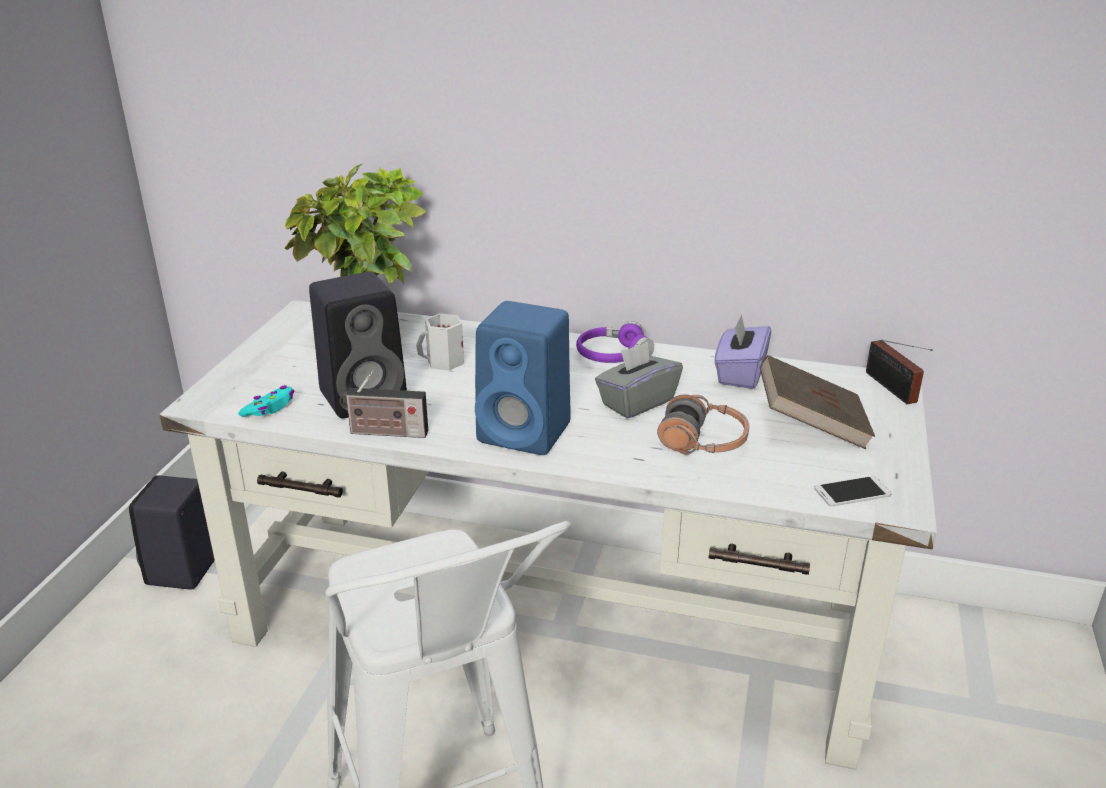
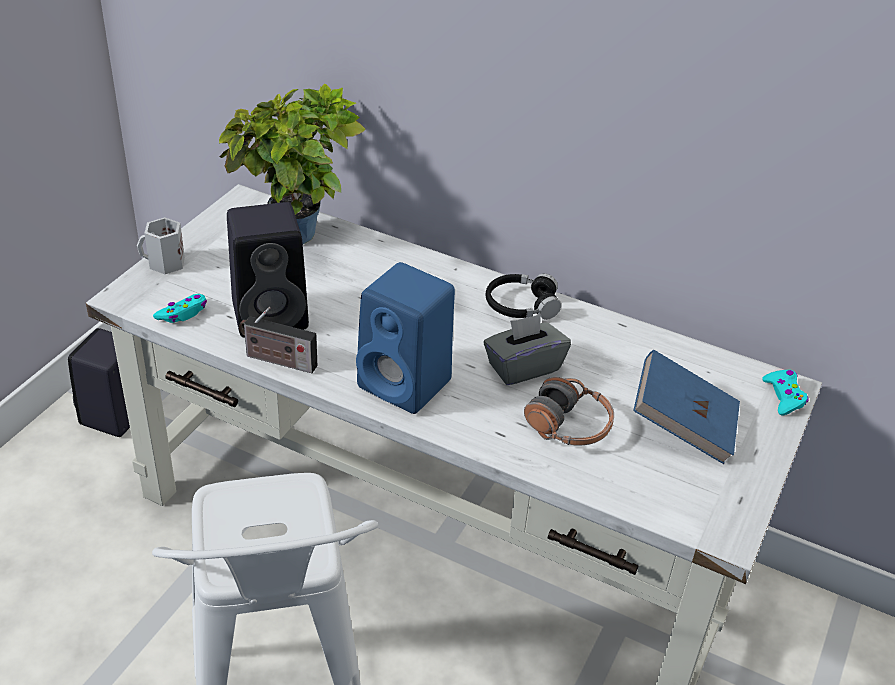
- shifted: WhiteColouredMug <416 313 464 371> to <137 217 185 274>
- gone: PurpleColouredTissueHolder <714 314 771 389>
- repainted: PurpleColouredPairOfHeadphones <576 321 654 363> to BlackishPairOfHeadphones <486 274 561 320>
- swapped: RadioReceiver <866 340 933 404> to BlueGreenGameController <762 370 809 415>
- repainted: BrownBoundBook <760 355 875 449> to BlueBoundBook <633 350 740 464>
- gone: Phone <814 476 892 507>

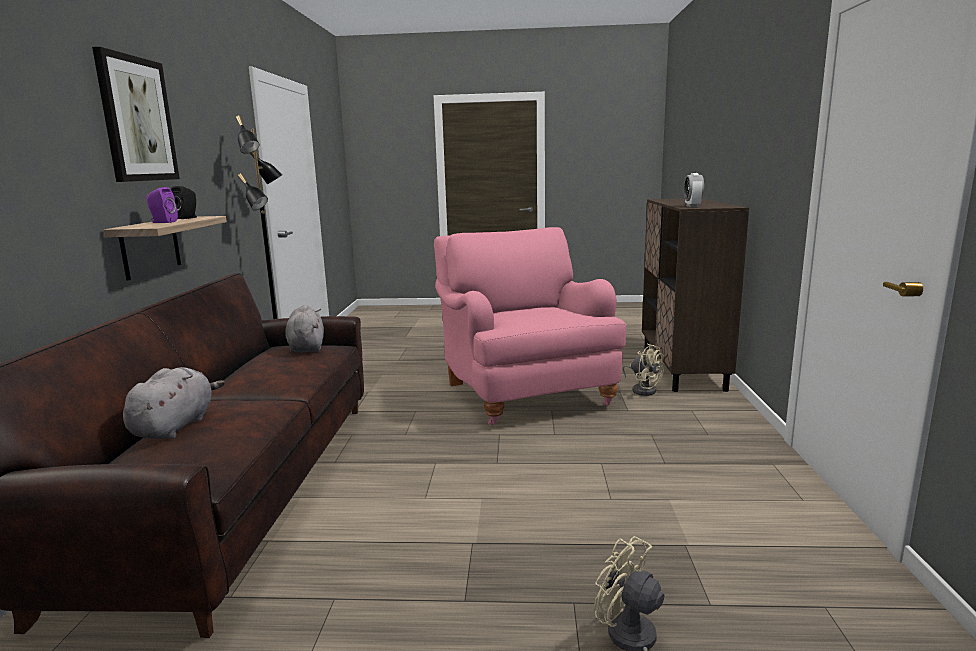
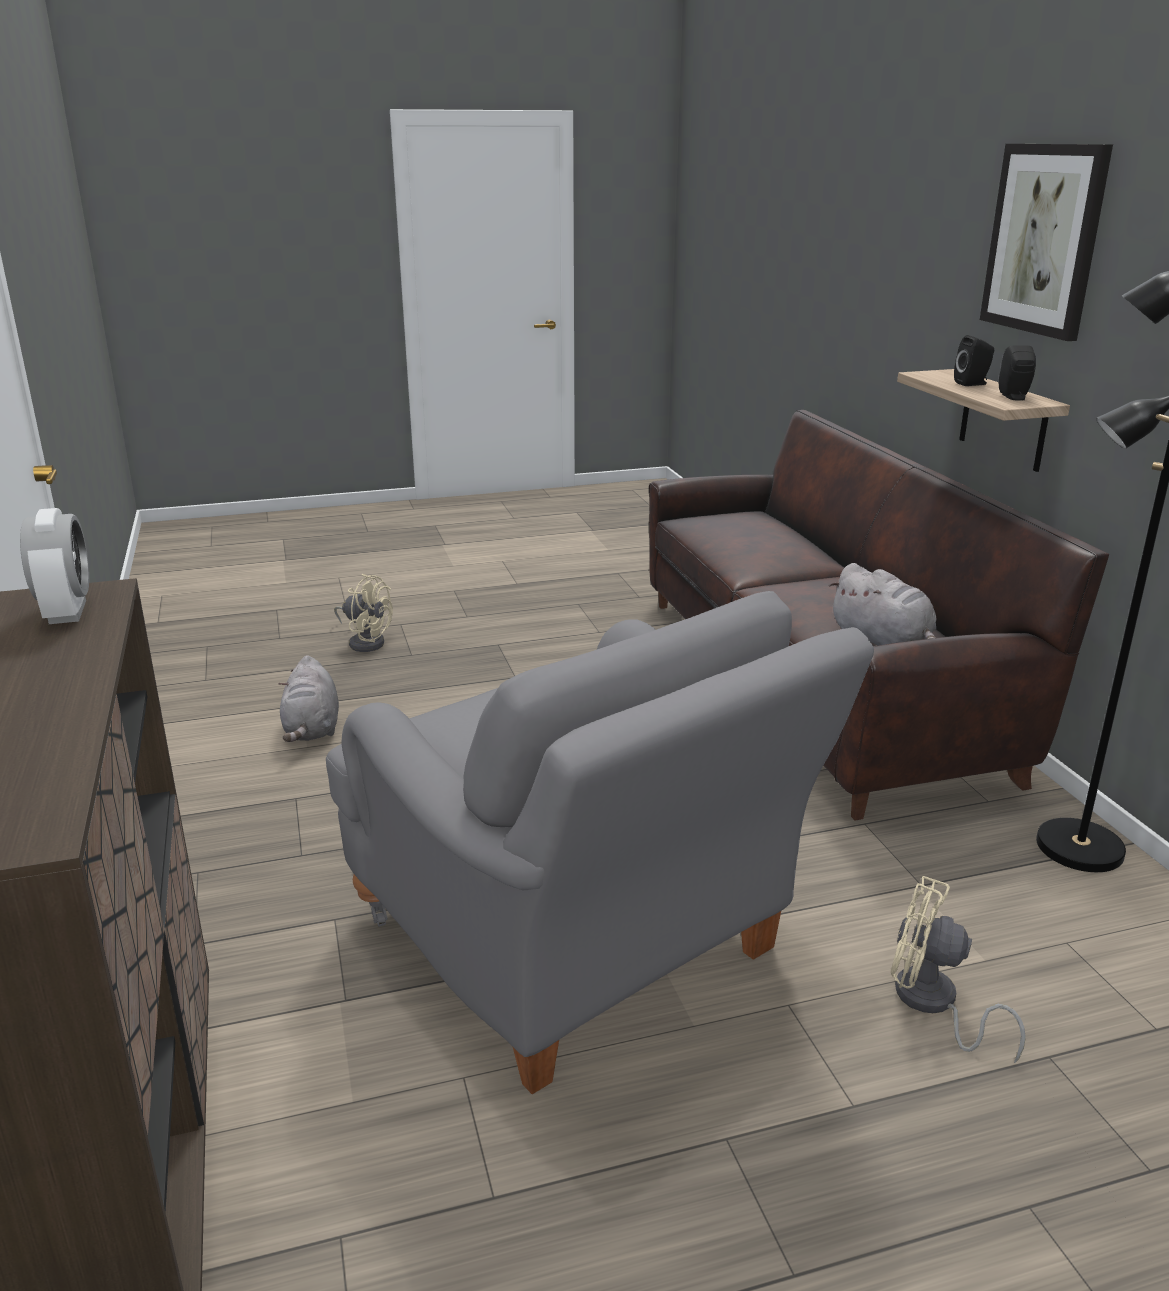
- repainted: PurpleColouredAudioSpeaker <146 187 178 223> to BlackishAudioSpeaker <954 335 994 386>
- repainted: PinkColouredLoungeChair <434 227 626 425> to GrayLoungeChair <326 591 874 1094>
- shifted: SandColouredFan <623 343 664 396> to <891 876 1026 1064>
- shifted: GrayPlushToy <123 367 225 439> to <278 655 339 742>

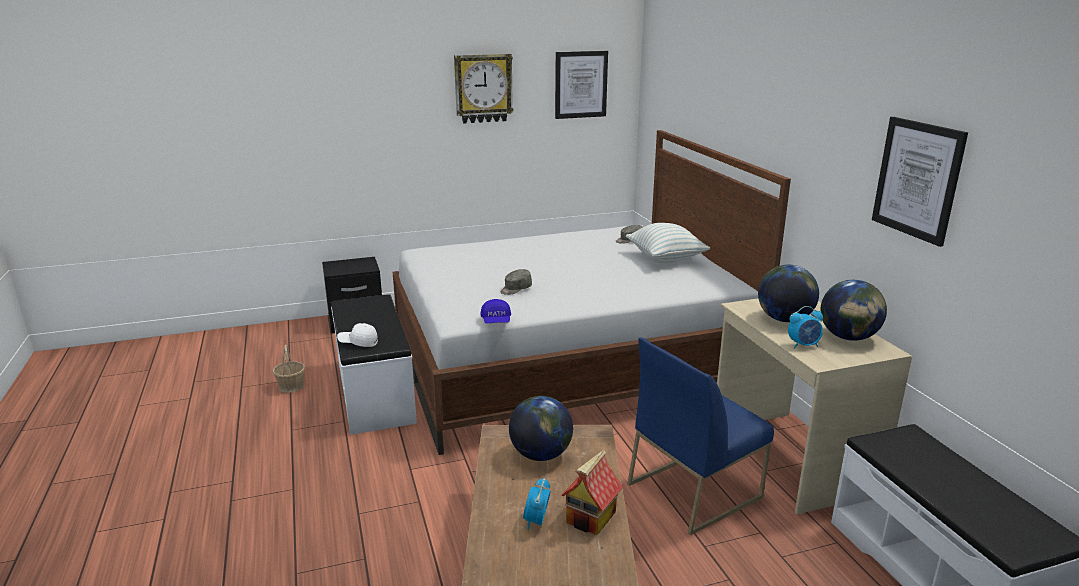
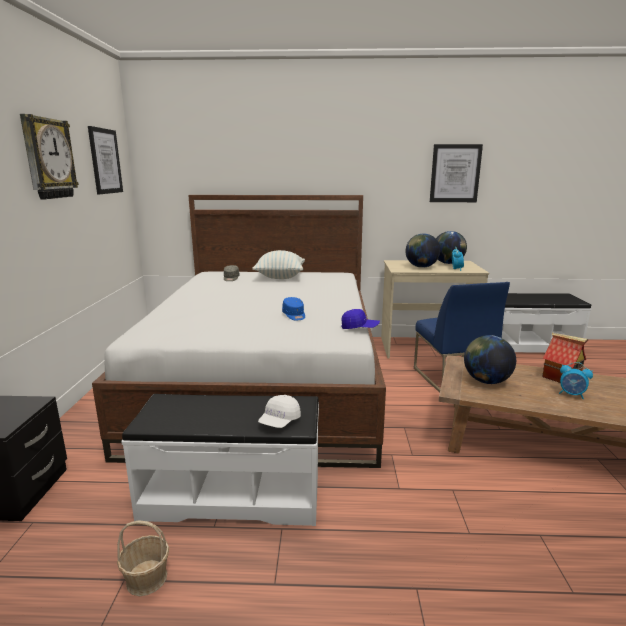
- repainted: GrayBaseballCap <500 269 532 295> to BlueBaseballCap <282 297 305 320>

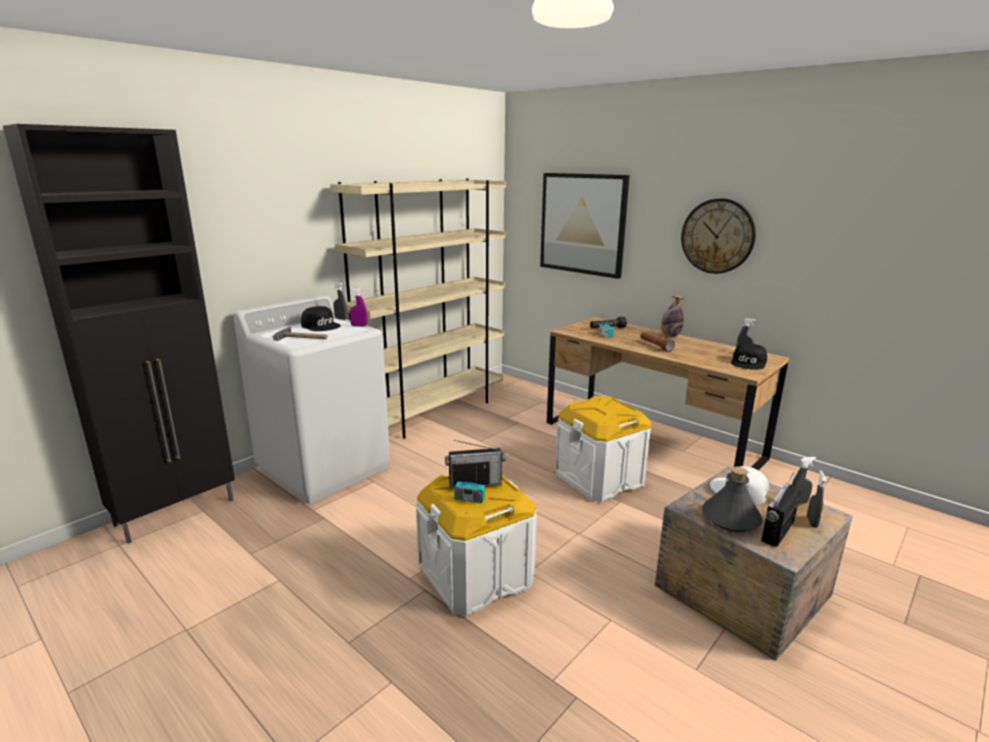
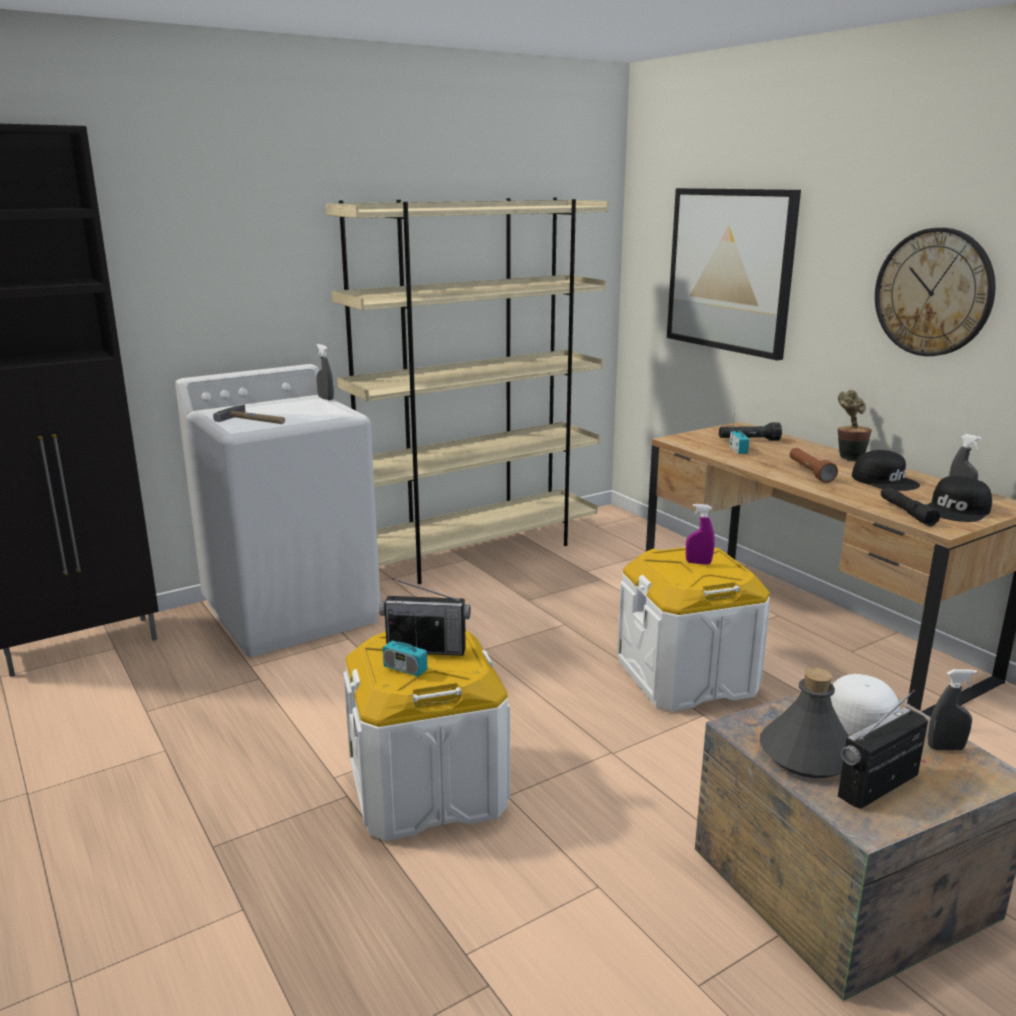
- shifted: PurpleColouredHandSprayer <349 288 367 327> to <686 504 715 565>
- swapped: DrinkBottle <661 295 684 337> to PlantInAPot <838 390 872 462>
- shifted: BlackishBaseballCap <301 306 341 331> to <852 450 920 491>
- gone: GrayHandSprayer <807 470 826 528>
- new: BlackishTorch <881 487 940 526>

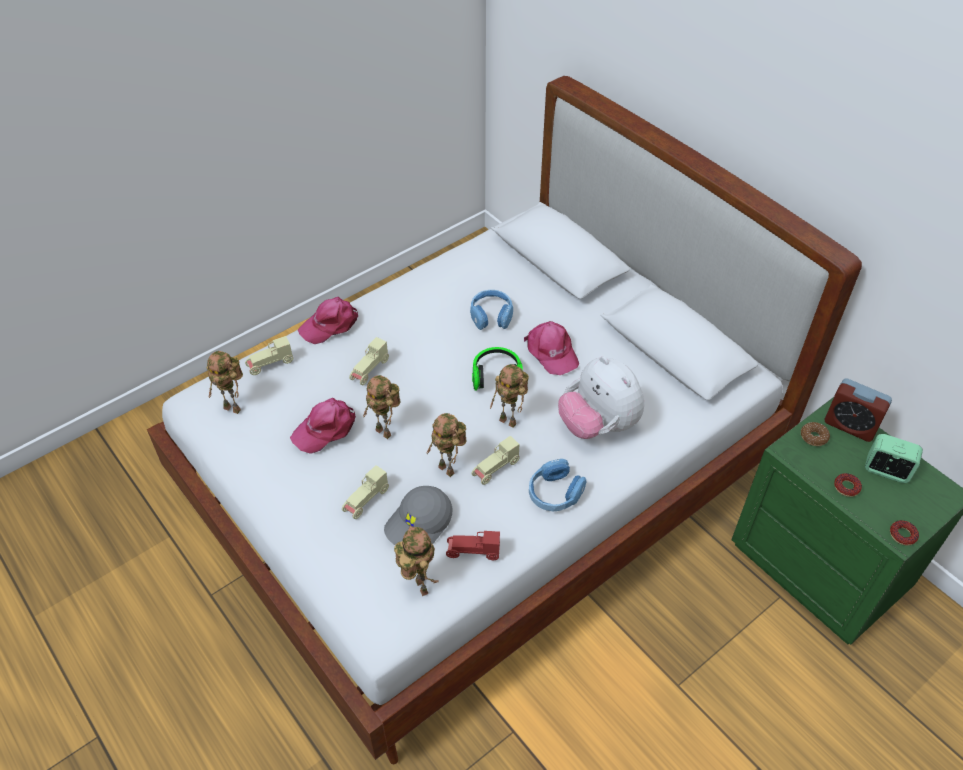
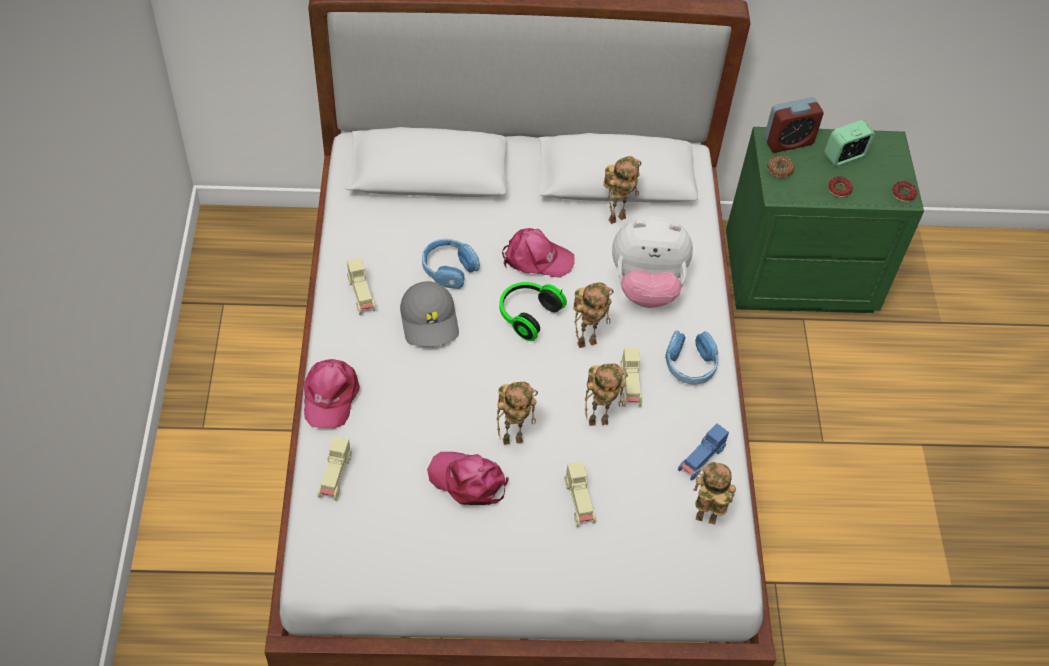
- shifted: SandColouredMiniatureCar <349 337 389 385> to <347 258 376 315>
- shifted: ToyRobot <206 351 243 414> to <603 156 641 224>
- rotated: PinkColouredBaseballCap <290 398 356 454> = <427 452 509 505> 120 degrees clockwise
- shifted: GrayBaseballCap <384 486 452 545> to <400 281 459 347>
- repainted: RedMiniatureCar <446 531 500 560> to BlueMiniatureCar <678 423 729 480>

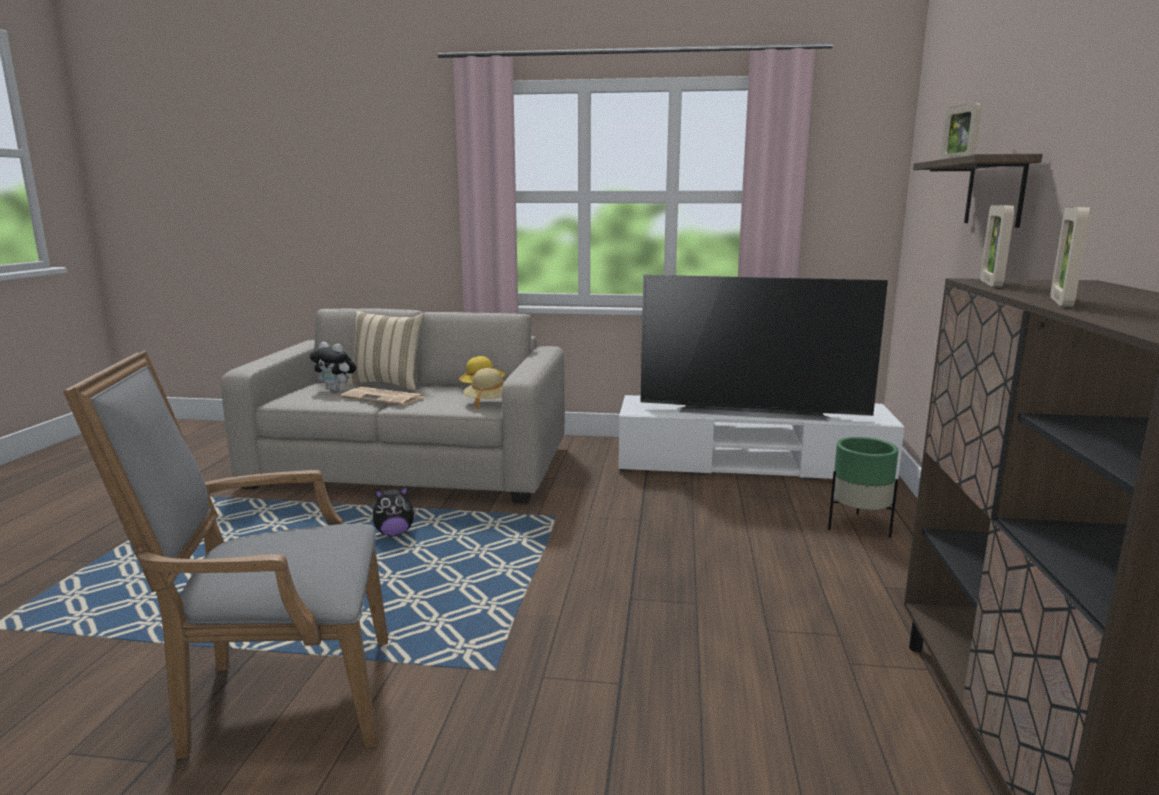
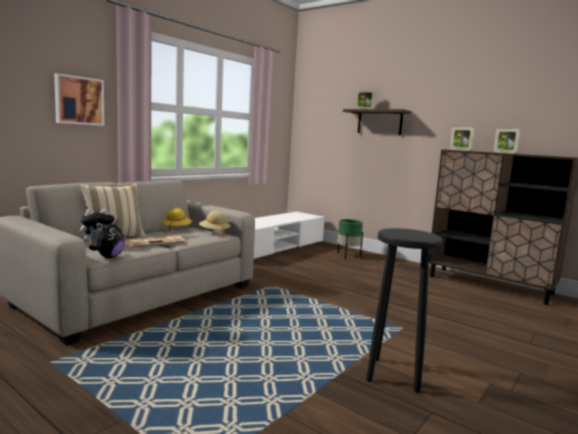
- gone: Tv <641 275 888 421>
- swapped: GrayLoungeChair <63 350 388 759> to BlackishStoolSeat <366 228 442 393>
- shifted: PlushToy <372 486 416 536> to <89 220 125 258>
- new: WallPicture <54 73 105 126>

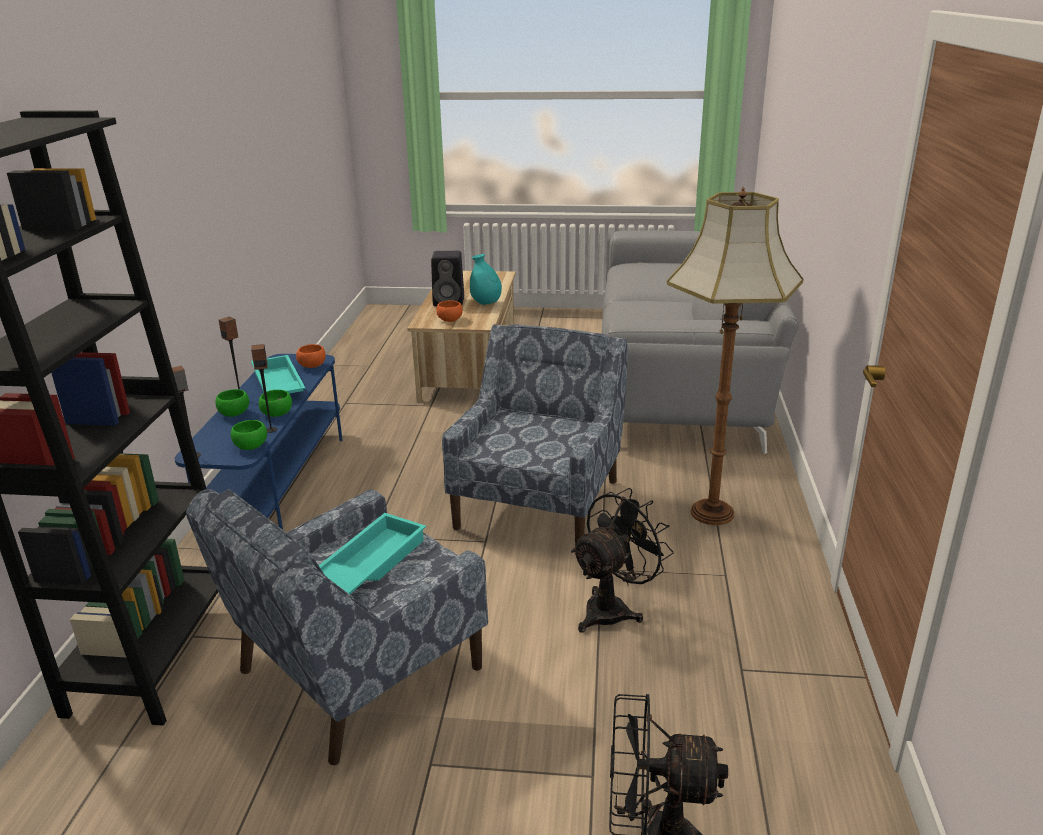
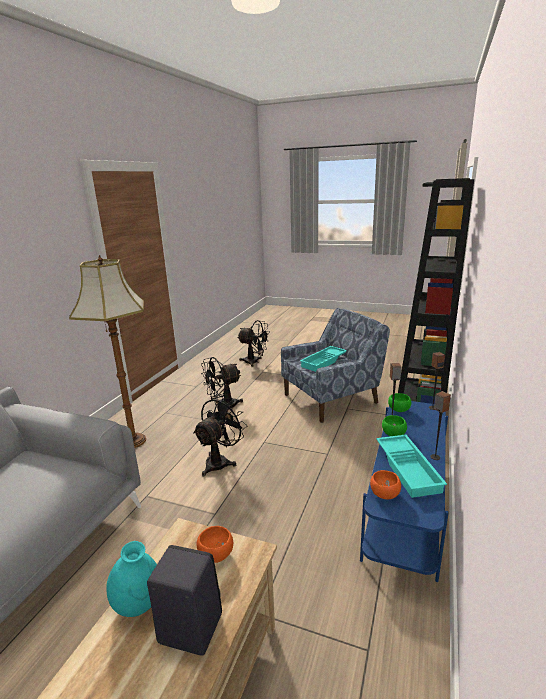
- swapped: BlueLoungeChair <442 324 628 546> to BlackishFan <193 396 247 477>
- gone: GreenishBowl <215 389 249 417>

